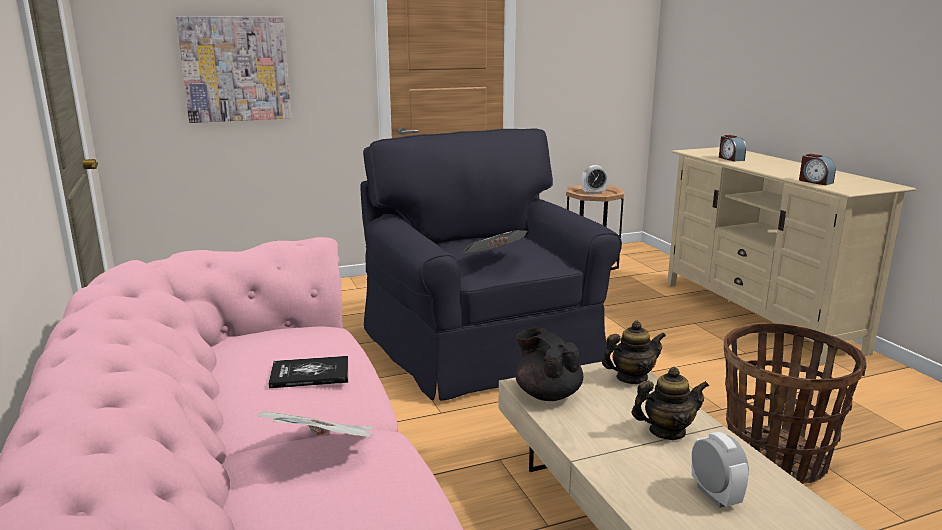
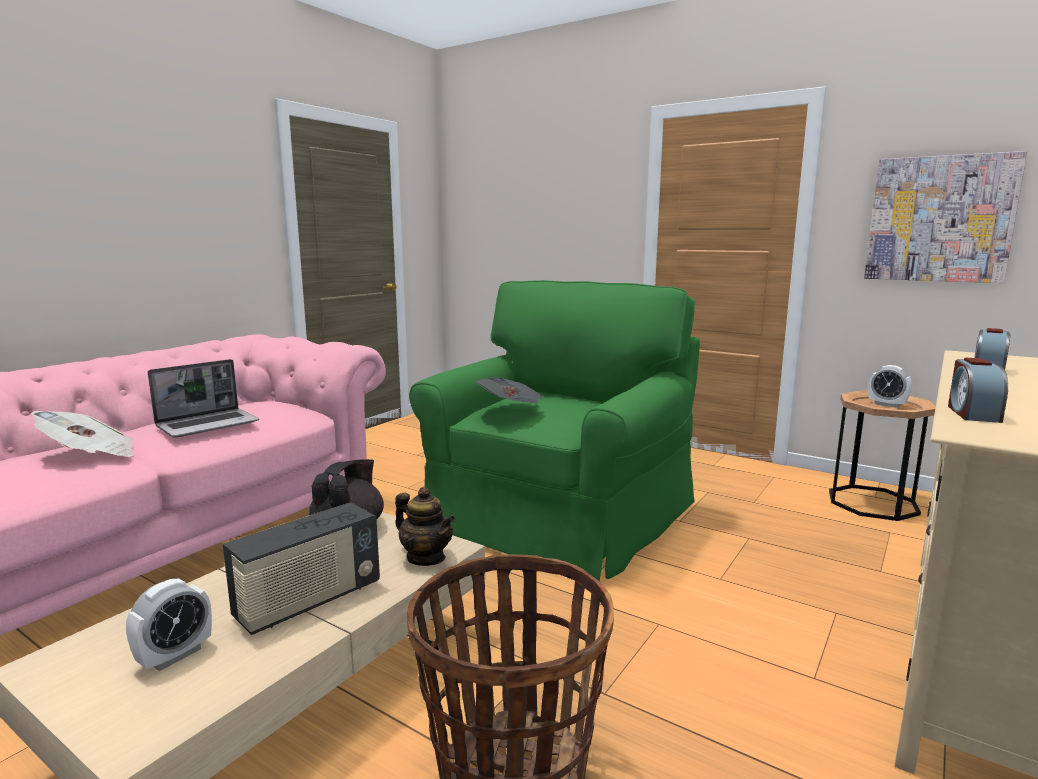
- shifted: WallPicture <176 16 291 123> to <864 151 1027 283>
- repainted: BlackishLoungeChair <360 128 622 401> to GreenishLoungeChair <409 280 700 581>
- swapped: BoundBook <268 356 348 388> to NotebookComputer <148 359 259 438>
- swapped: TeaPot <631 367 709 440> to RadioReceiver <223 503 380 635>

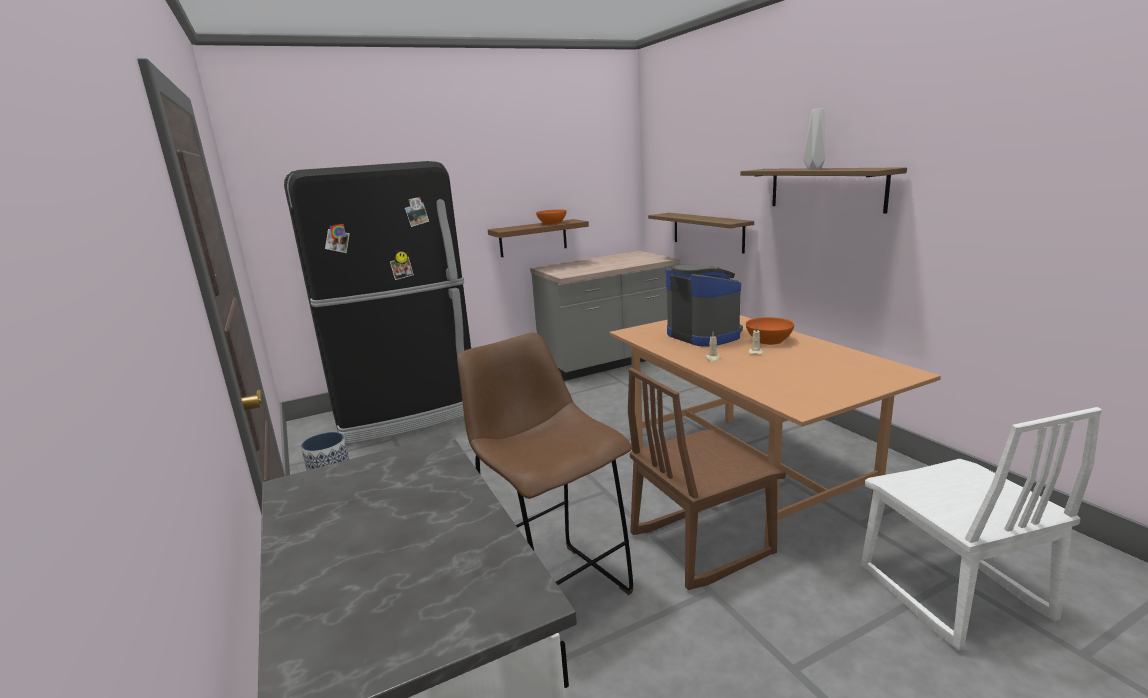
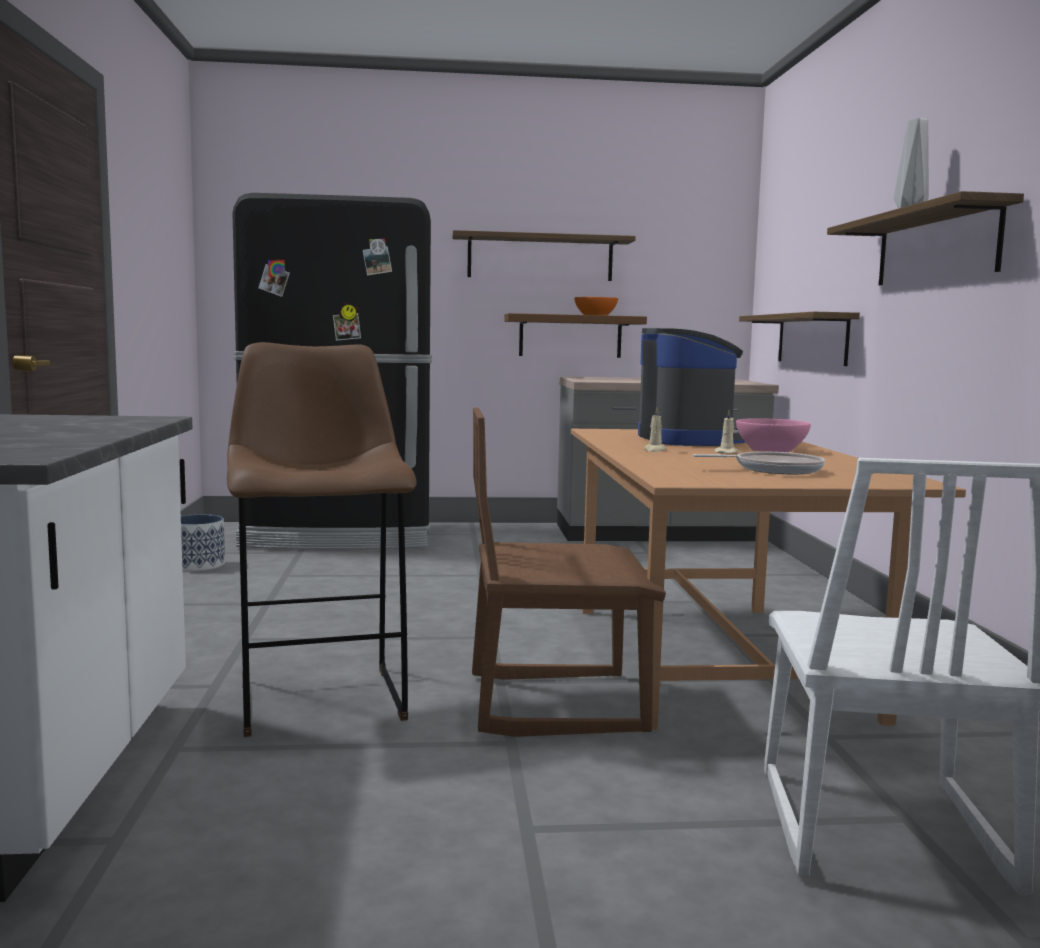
- repainted: OrangeyBowl <746 317 794 345> to PinkColouredBowl <736 418 811 452>
- new: BracketShelf <452 230 636 281>
- new: Skillet <693 452 825 474>

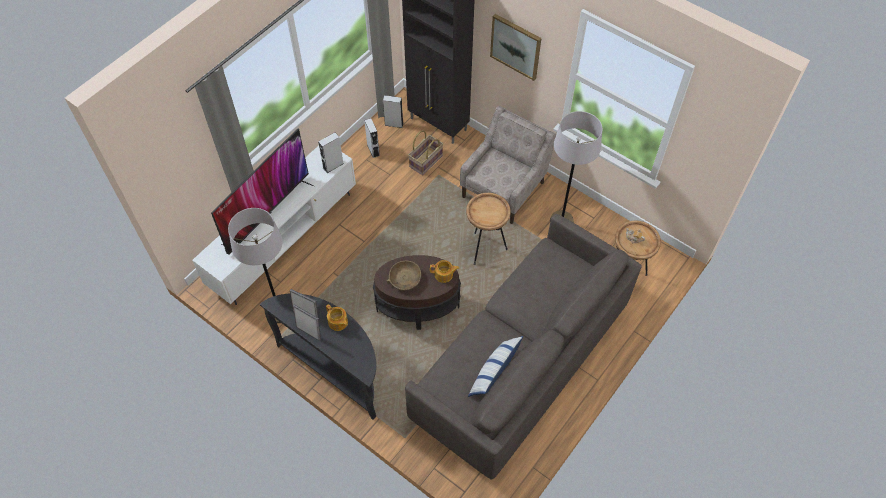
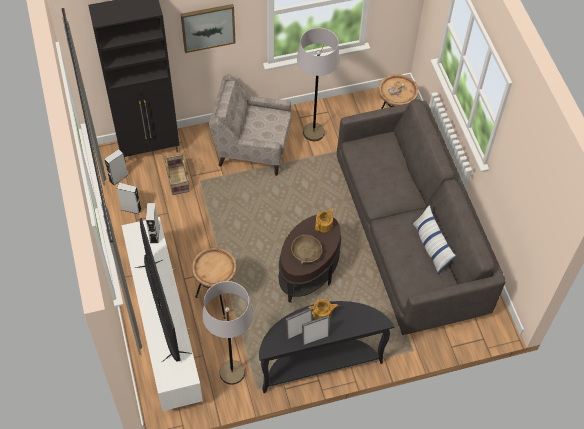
- rotated: SandColouredLoungeChair <460 106 556 224> = <209 74 292 176> 60 degrees counterclockwise
- shifted: BrownSideTable <466 193 511 265> to <192 247 237 319>

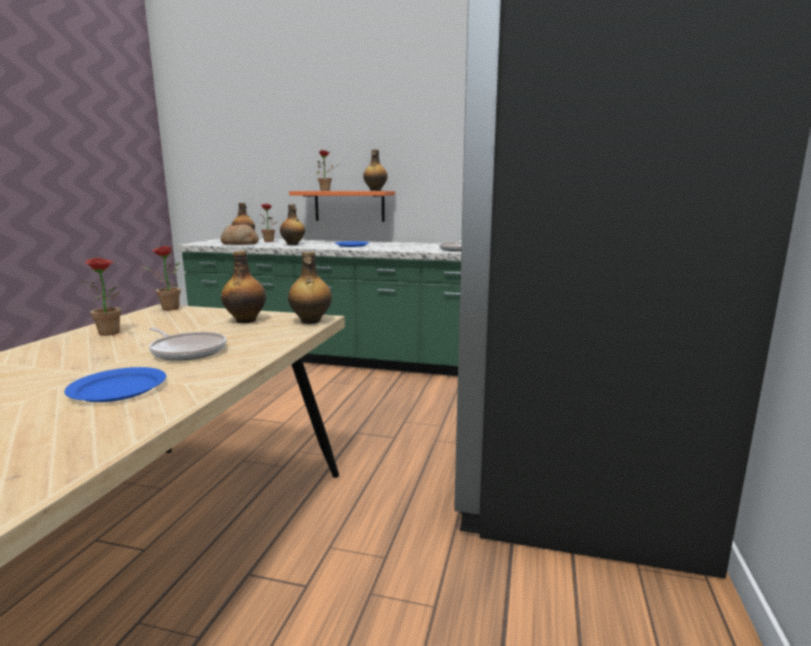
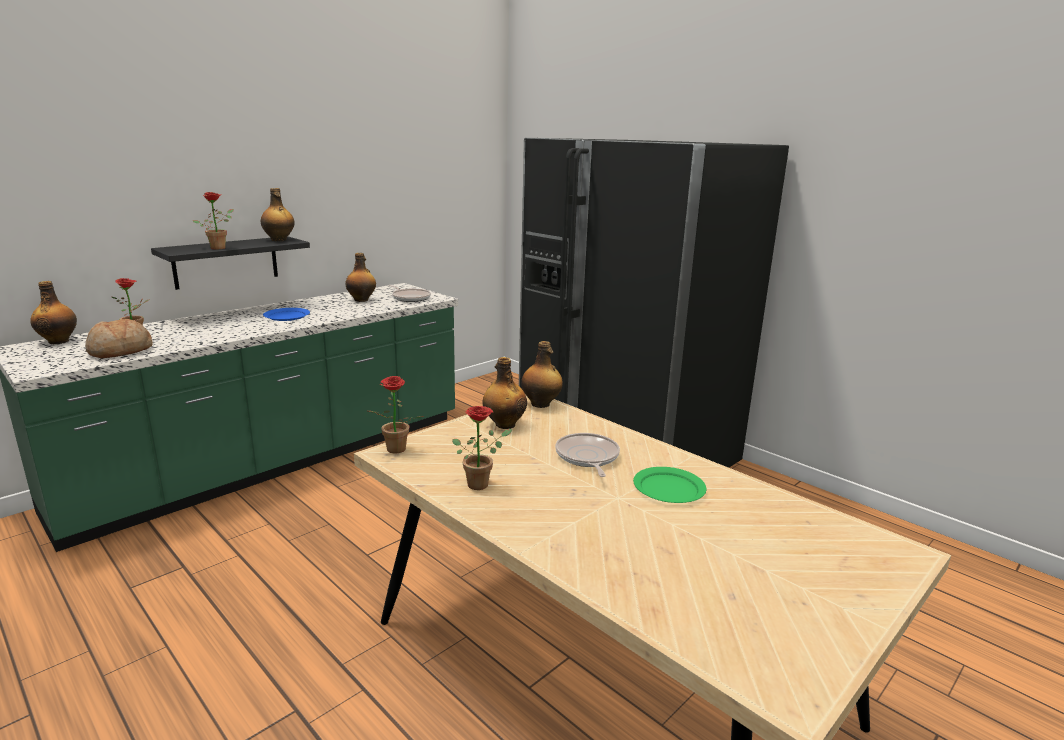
- repainted: OrangeyBracketShelf <289 191 395 222> to BlackishBracketShelf <151 237 310 290>
- shifted: DrinkBottle <280 204 305 245> to <345 253 376 302>
- rotated: Skillet <149 327 227 361> = <555 433 620 477> 75 degrees counterclockwise
- repainted: BluePlate <64 367 166 402> to GreenishPlate <633 467 706 503>

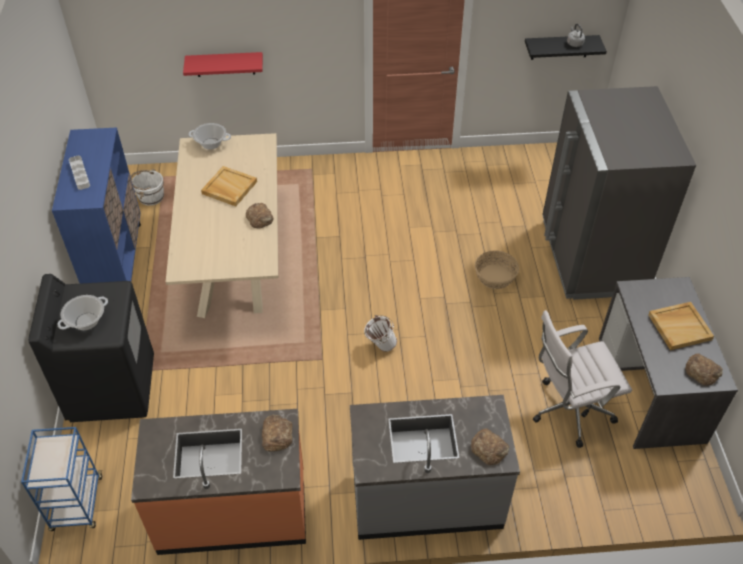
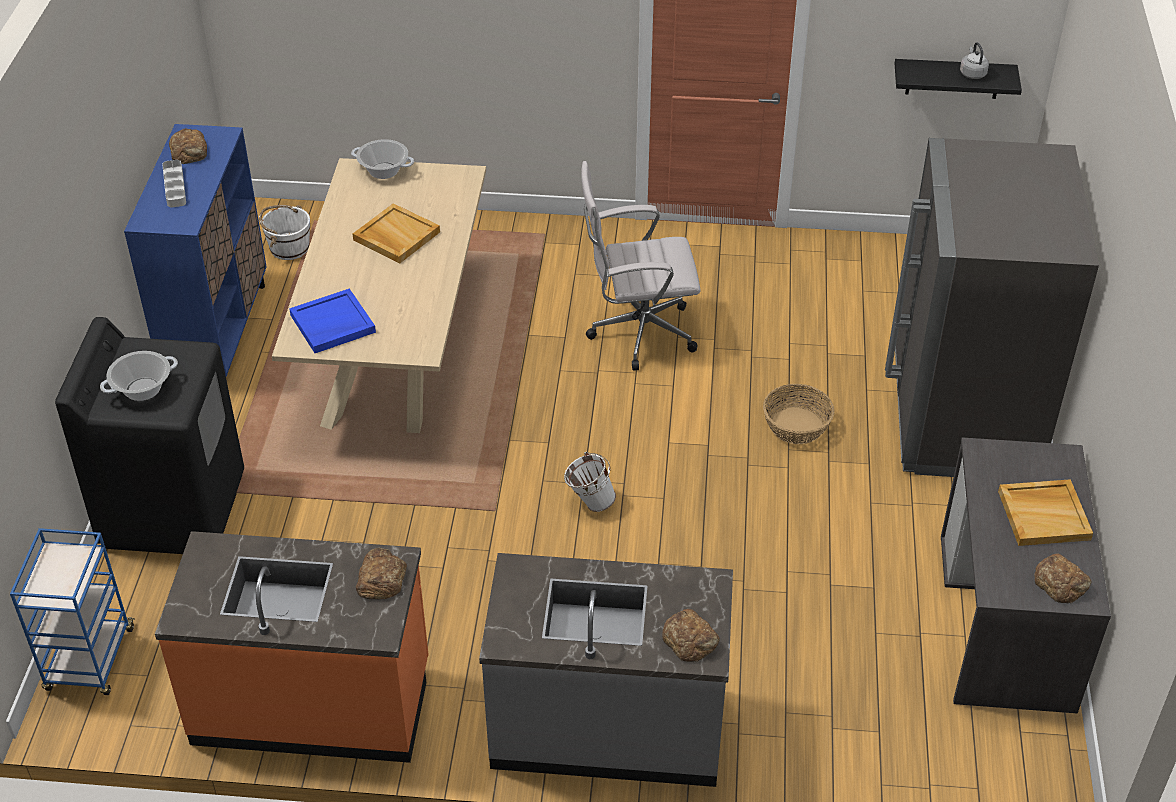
- gone: RedBracketShelf <183 52 263 77>
- shifted: BakedBread <246 203 273 229> to <169 128 207 164>
- shifted: WhiteColouredDeskChair <533 310 632 448> to <581 161 701 371>
- new: BlueTray <289 288 376 353>

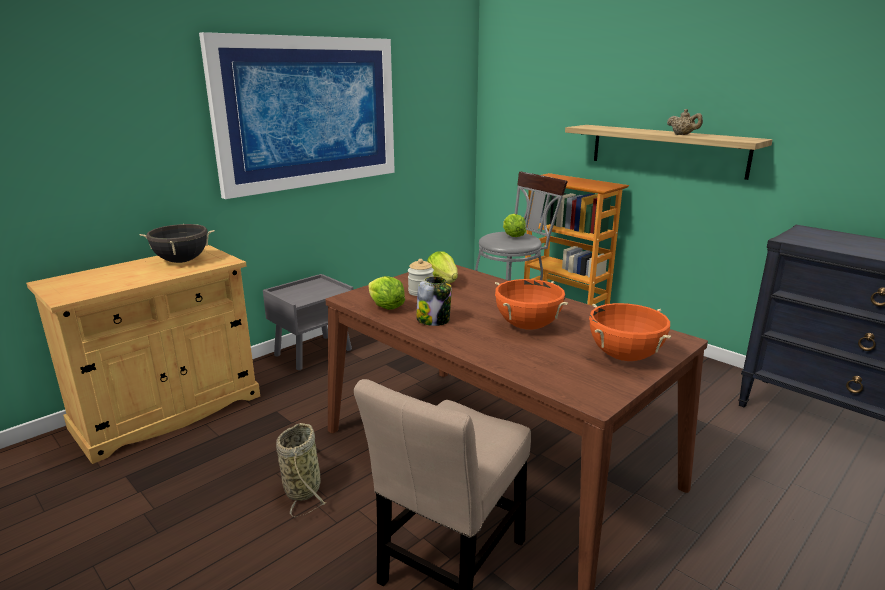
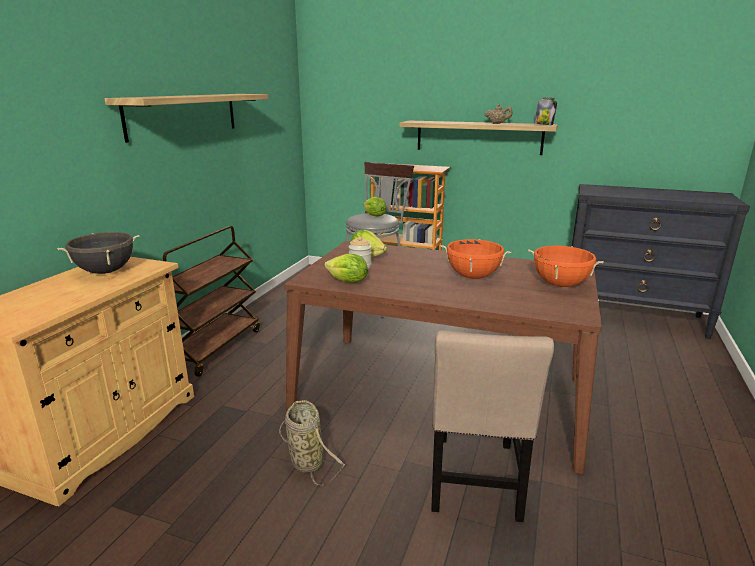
- swapped: WallPicture <199 32 395 199> to BracketShelf <105 94 268 143>
- swapped: GrayNightTable <263 274 354 370> to BrownCart <163 226 260 377>
- shifted: Jar <416 276 452 326> to <534 97 557 125>

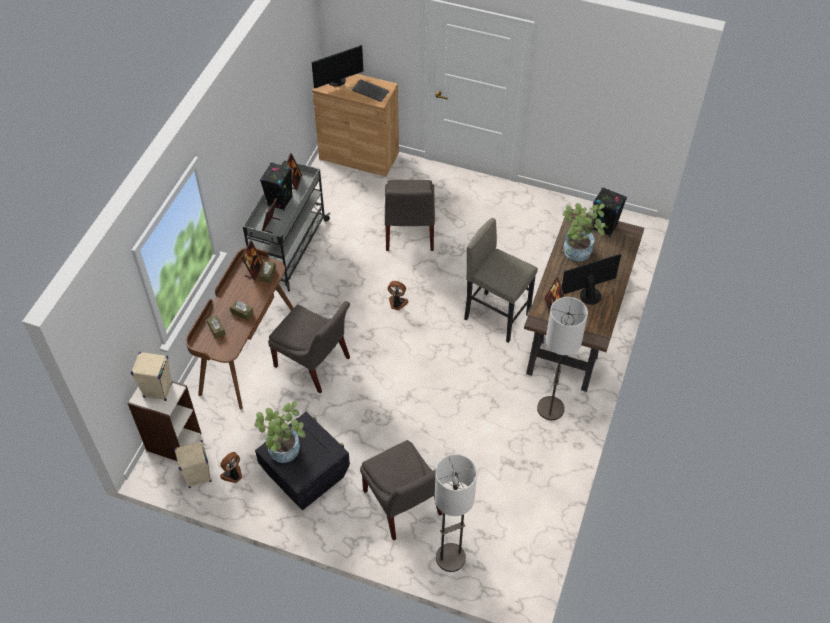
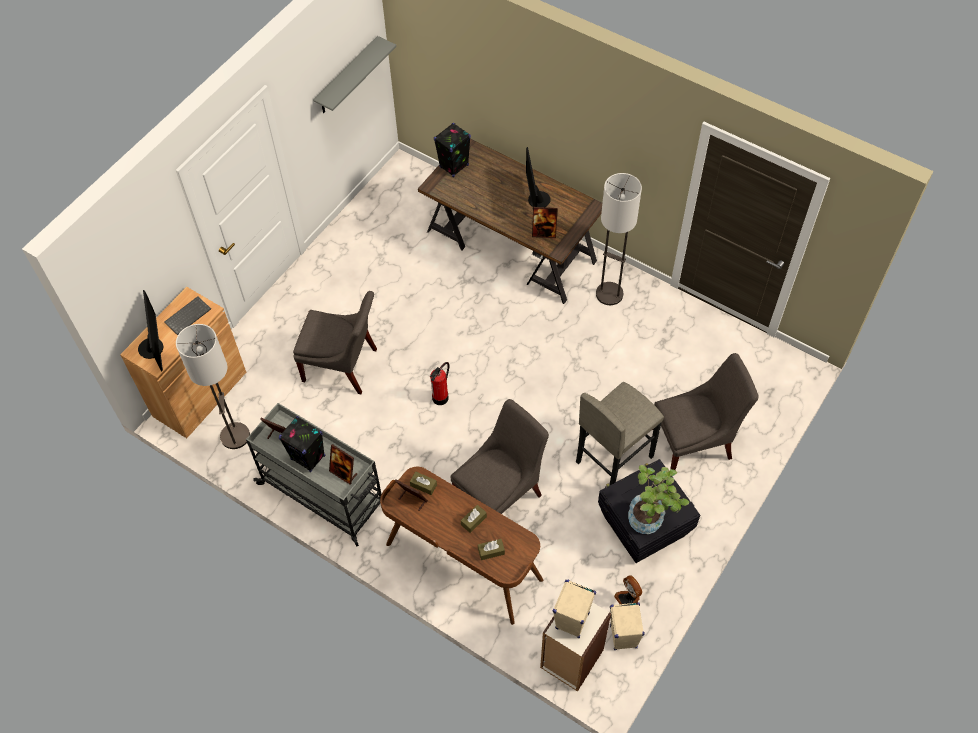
- gone: PlantInAPot <563 203 605 261>
- shifted: GrayStoolSeat <464 218 538 343> to <576 382 664 485>
- swapped: Fan <388 281 409 310> to FireFightingCylinder <430 362 449 405>
- shifted: StandardLamp <435 454 477 572> to <176 324 250 449>
- new: GrayBracketShelf <313 36 397 113>

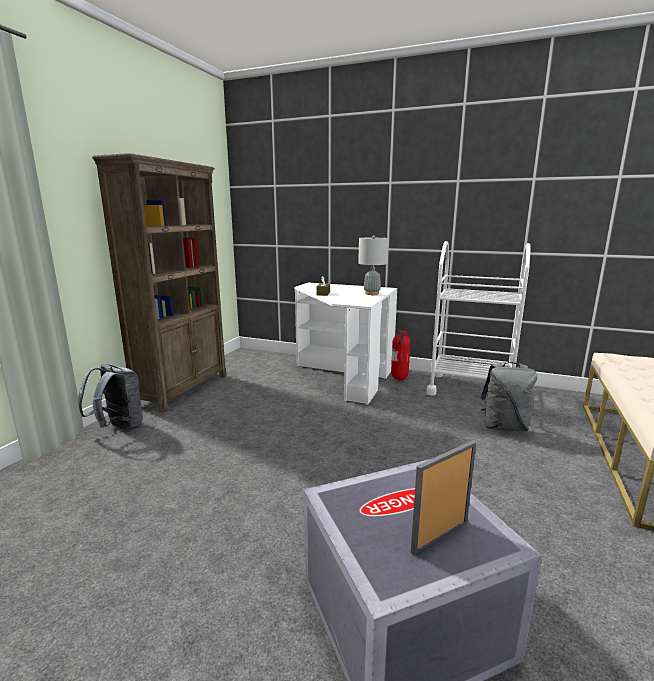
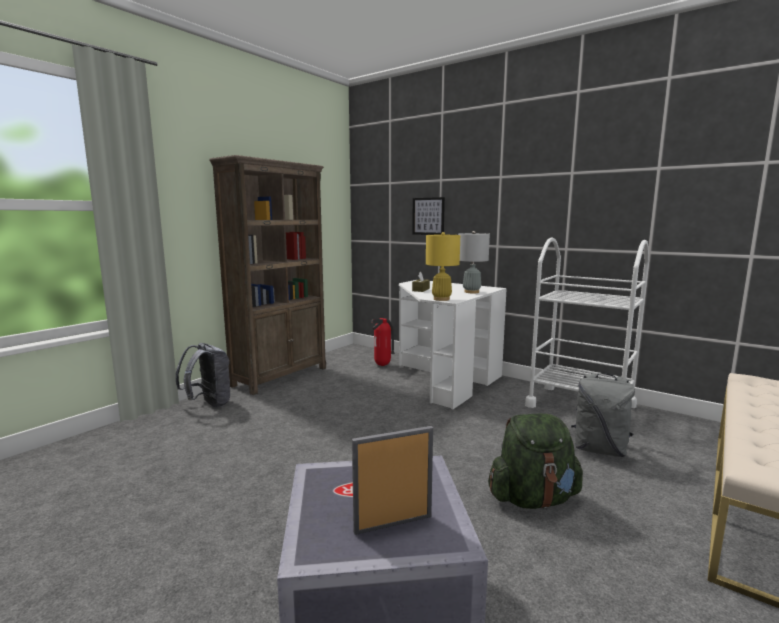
- shifted: FireFightingCylinder <391 331 411 380> to <371 318 395 366>
- new: WallPicture <412 197 445 235>
- new: YellowColouredTableLamp <426 232 460 301>
- new: GreenishRucksack <488 413 583 509>

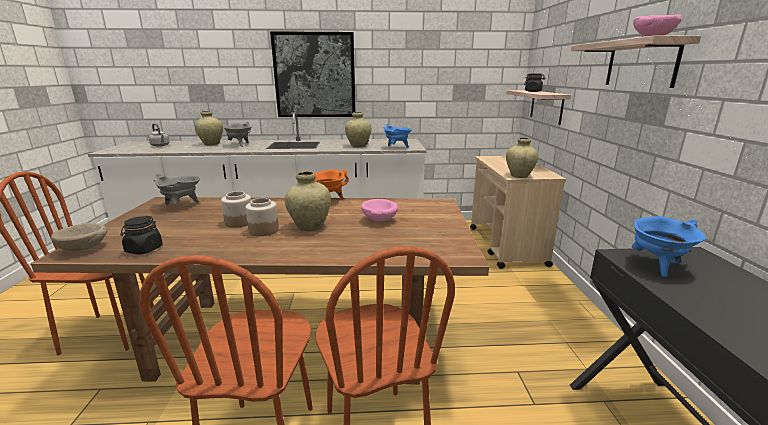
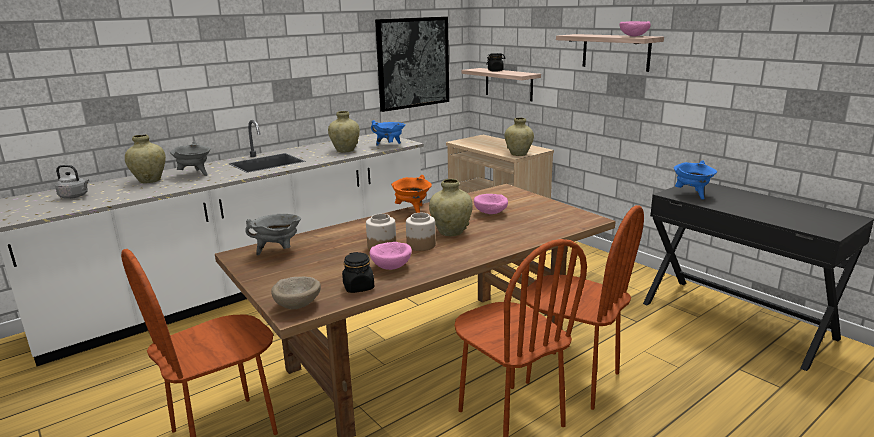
- shifted: WallPicture <270 31 356 117> to <375 17 449 112>
- new: PinkColouredBowl <370 242 412 270>

